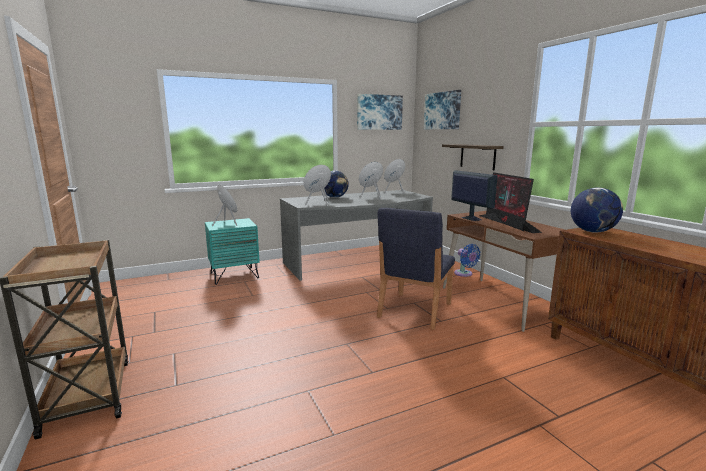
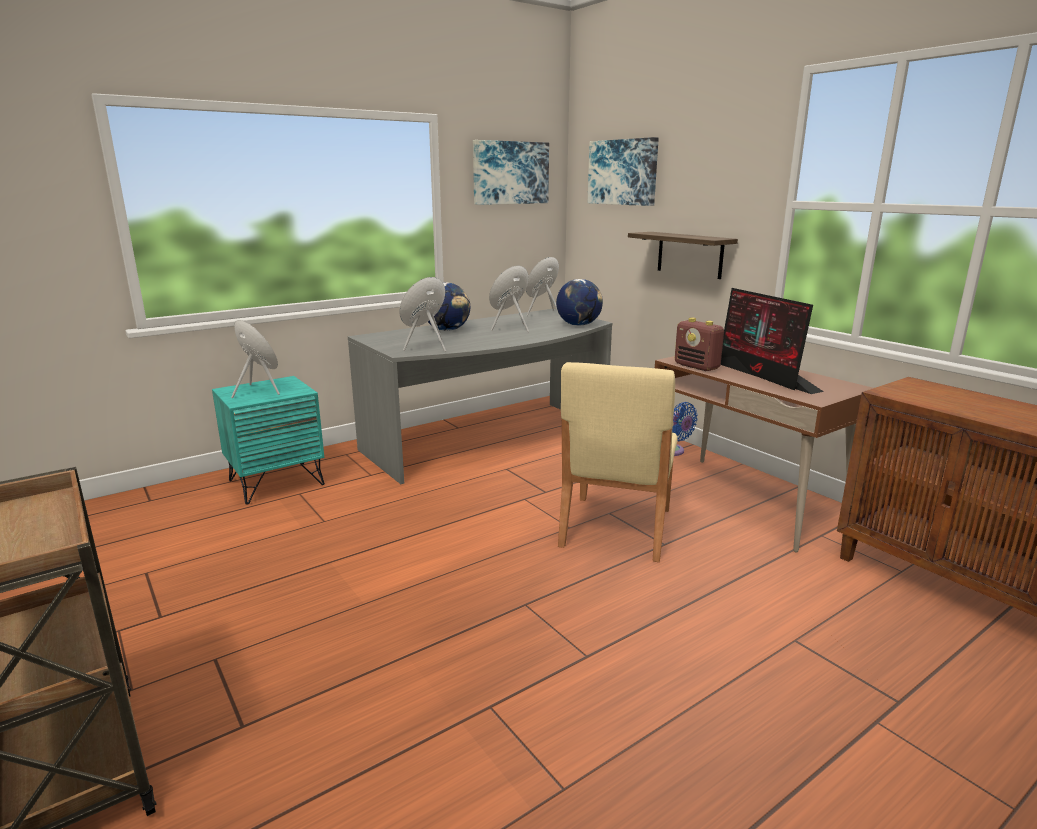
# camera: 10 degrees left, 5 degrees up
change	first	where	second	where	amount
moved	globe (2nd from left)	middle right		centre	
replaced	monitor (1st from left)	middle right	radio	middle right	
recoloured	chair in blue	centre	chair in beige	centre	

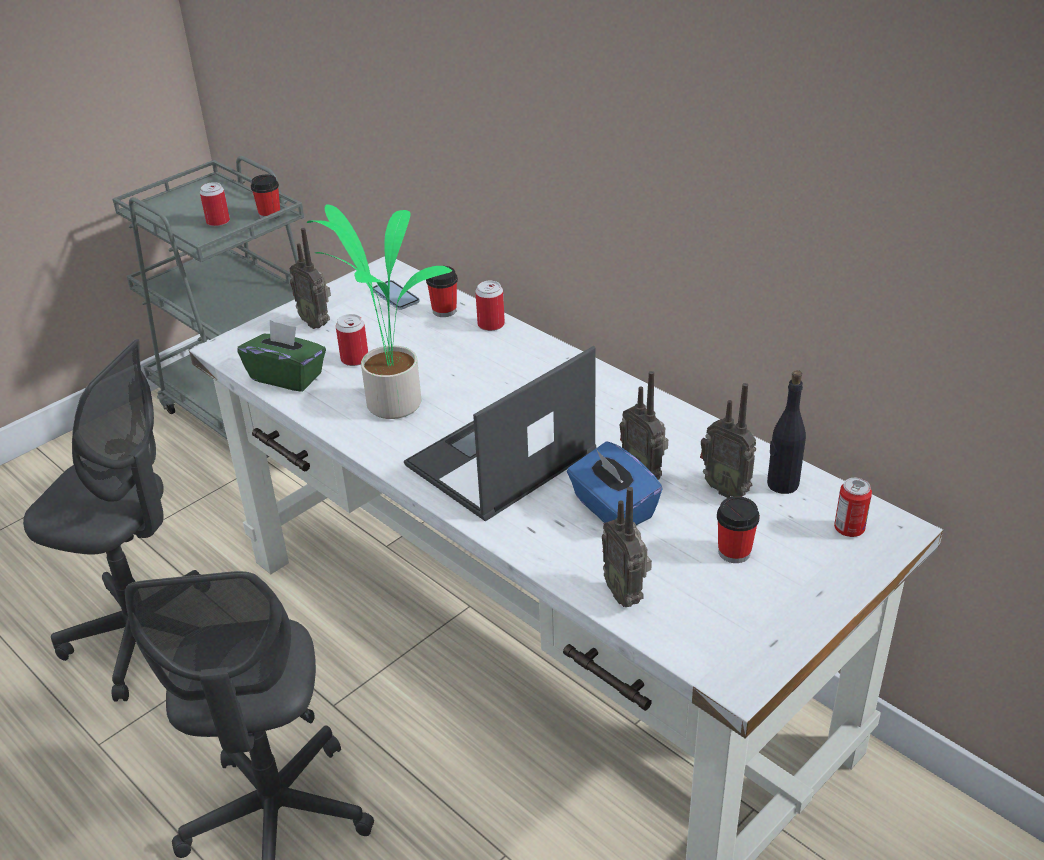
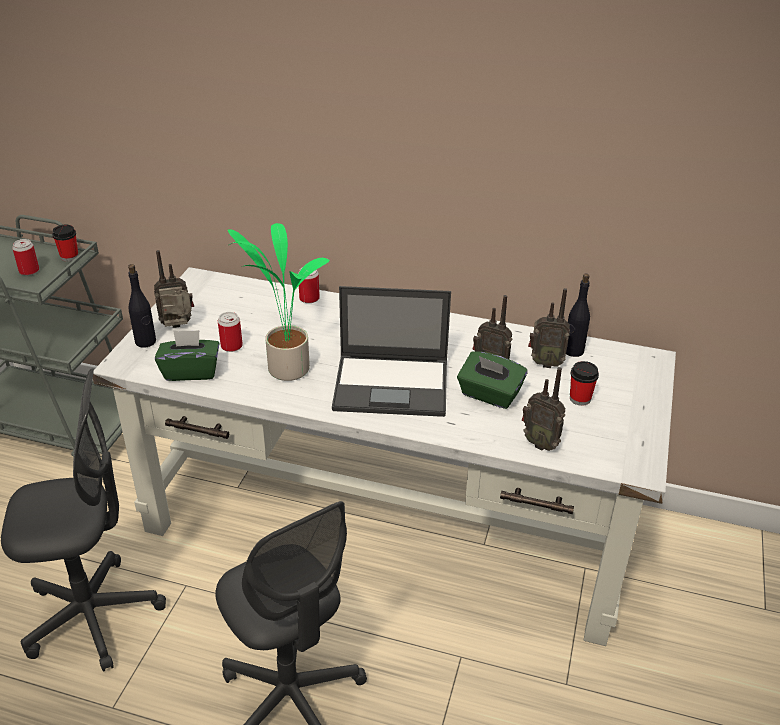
# camera: 30 degrees left, 0 degrees up
change	first	where	second	where	amount
removed	phone	centre			
removed	cup (2nd from left)	centre			
removed	can (4th from left)	middle right			
added			bottle in black (1st from left)	middle left	
recoloured	tissue box in blue	centre	tissue box in green (2nd from left)	centre	
turned	radio (1st from left)	top left		middle left	150 degrees clockwise
turned	laptop	centre		centre	105 degrees counterclockwise

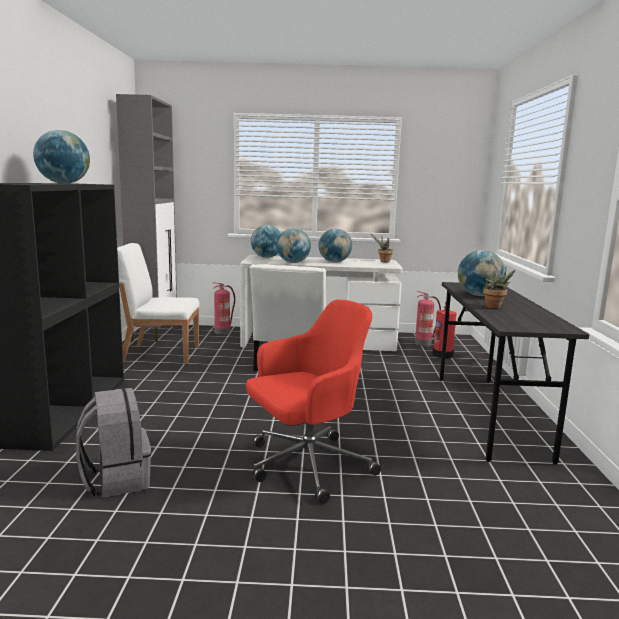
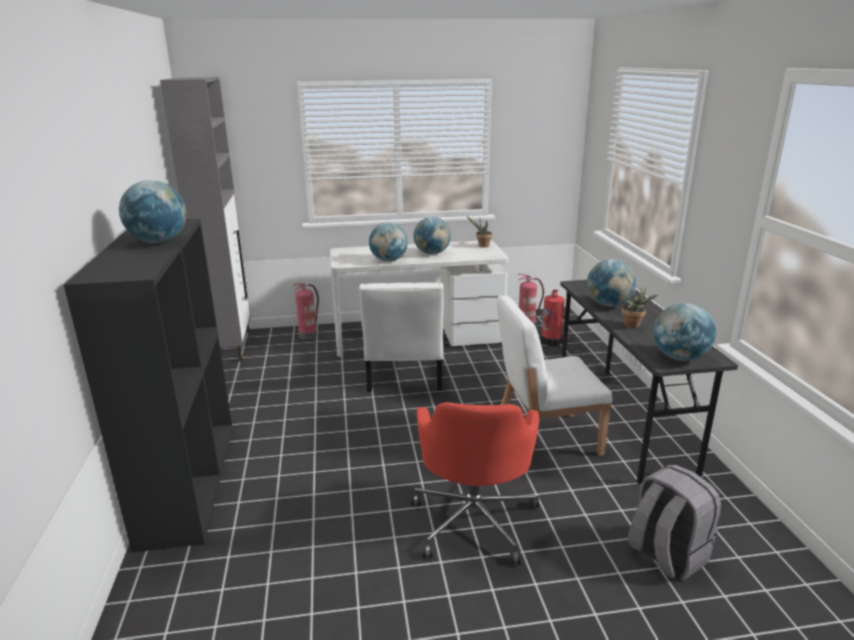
# camera: 10 degrees left, 10 degrees up
change	first	where	second	where	amount
moved	backpack in grey	bottom left		bottom right	
moved	chair in white (1st from left in the first image)	middle left	chair in white (2nd from left)	centre	
moved	globe (2nd from left in the first image)	centre	globe (5th from left)	middle right	
turned	office chair in red	centre		bottom centre	135 degrees clockwise

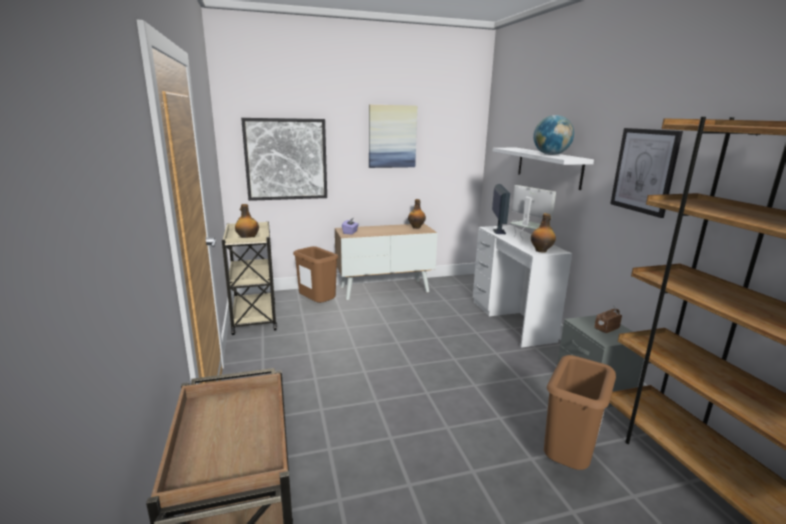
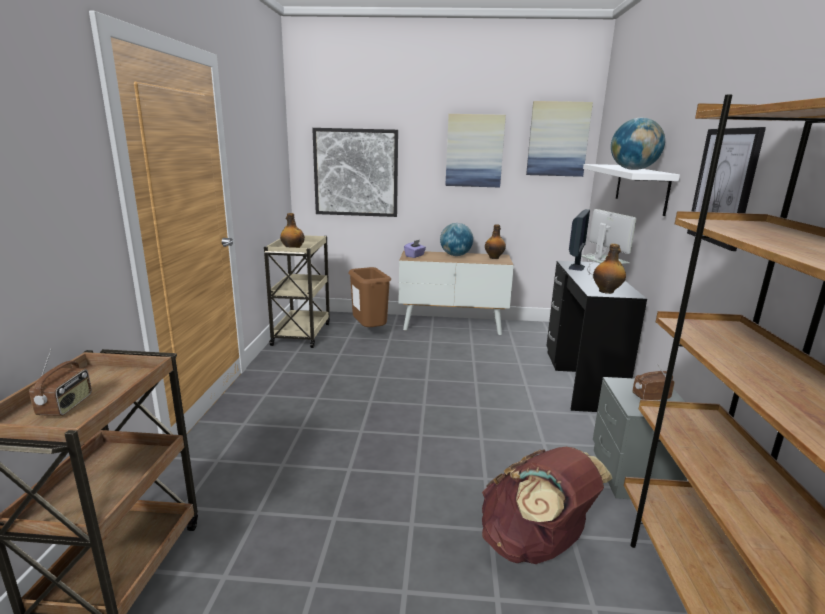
# camera: 20 degrees right, 0 degrees up
change	first	where	second	where	amount
added			radio (1st from left)	middle left	
added			globe (1st from left)	centre	
added			picture (3rd from left)	top right	
replaced	trash can in brown (2nd from left)	bottom right	backpack in brown	bottom centre	
recoloured	desk in white	centre	desk in black	middle right	

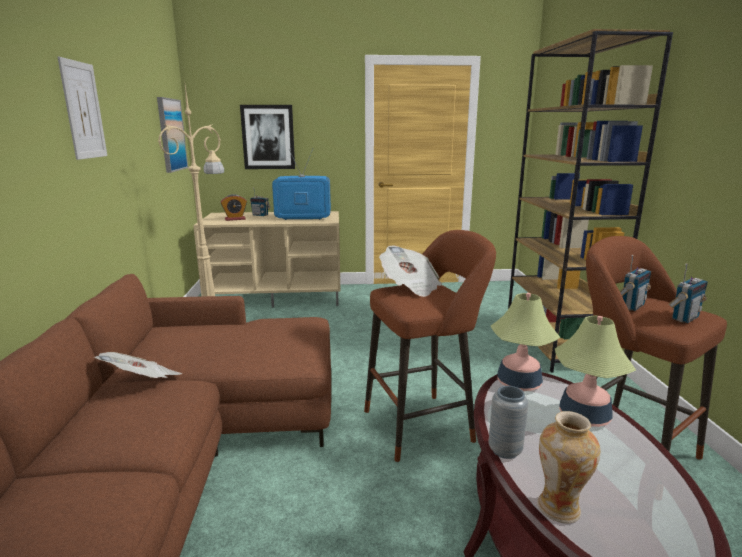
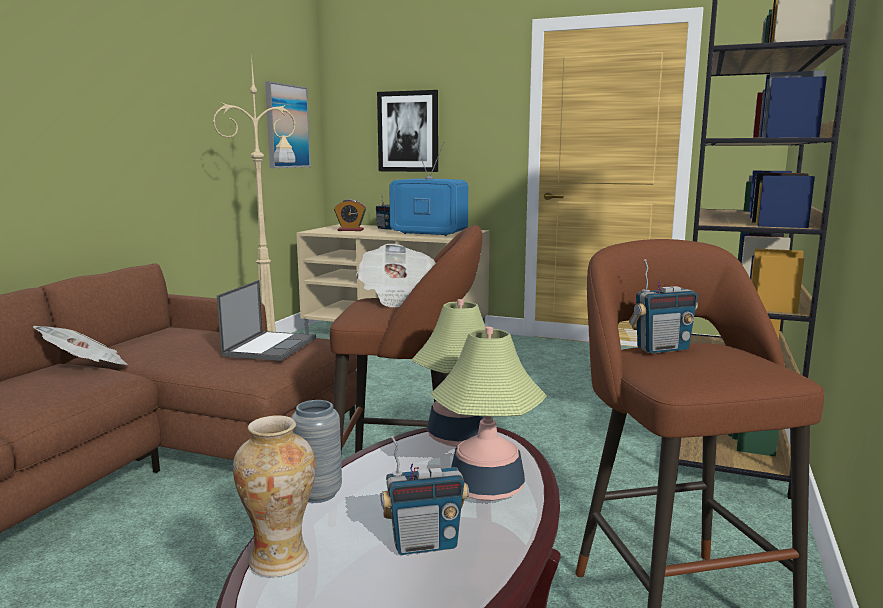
# camera: 25 degrees right, 5 degrees down
change	first	where	second	where	amount
removed	picture (1st from left)	top left			
added			laptop	middle left	
moved	radio (3rd from left in the first image)	middle right	radio (2nd from left)	bottom centre	

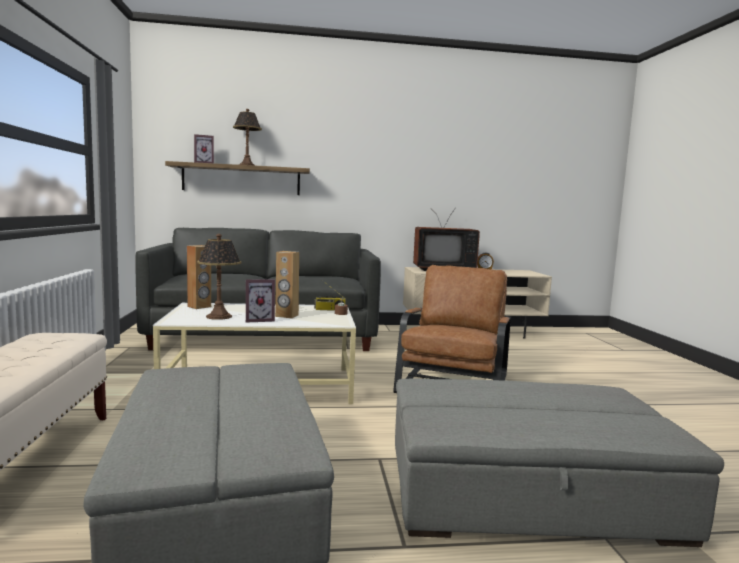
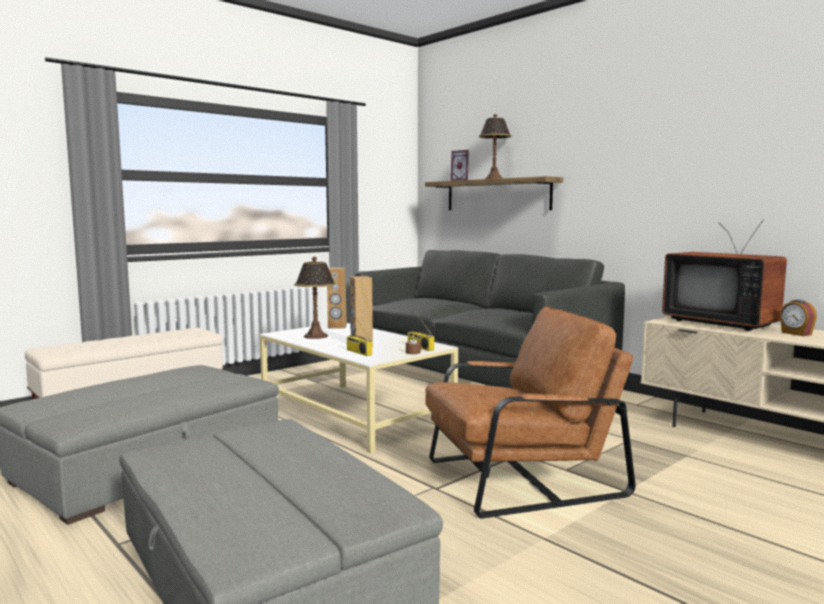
# camera: 55 degrees right, 0 degrees up
change	first	where	second	where	amount
removed	picture frame (2nd from left)	centre			
added			radio (1st from left)	centre	

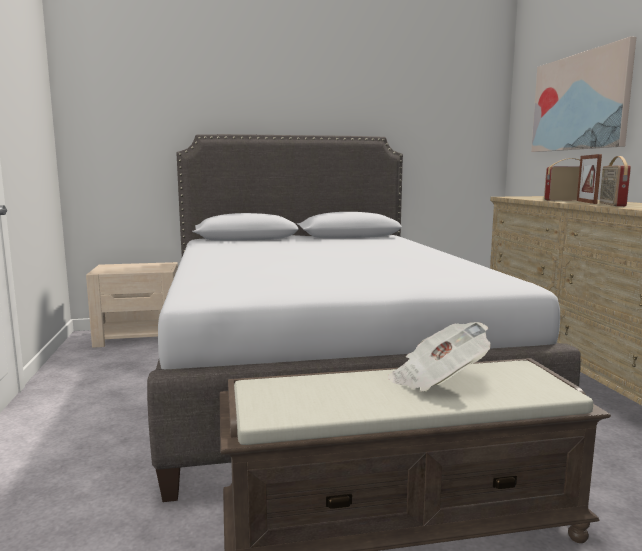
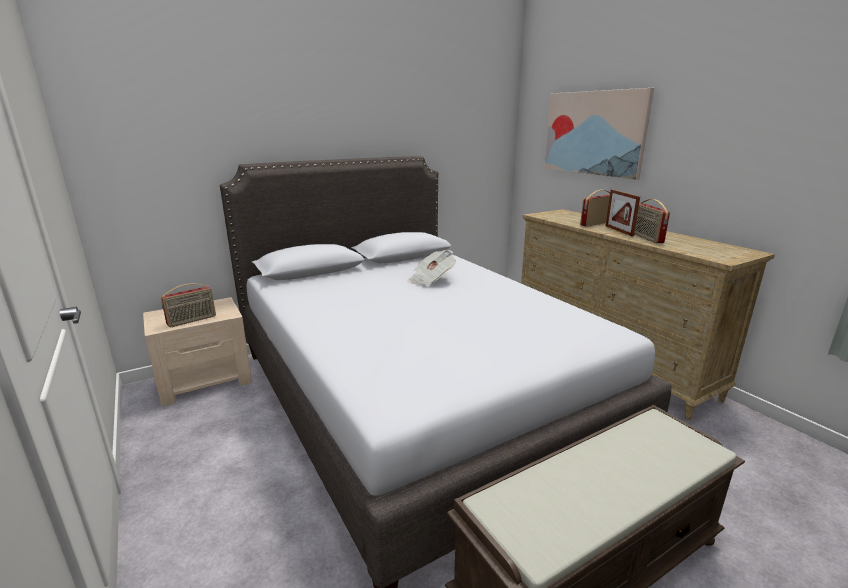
# camera: 20 degrees left, 10 degrees up
change	first	where	second	where	amount
added			radio (1st from left)	middle left	
moved	newspaper	middle right		centre	

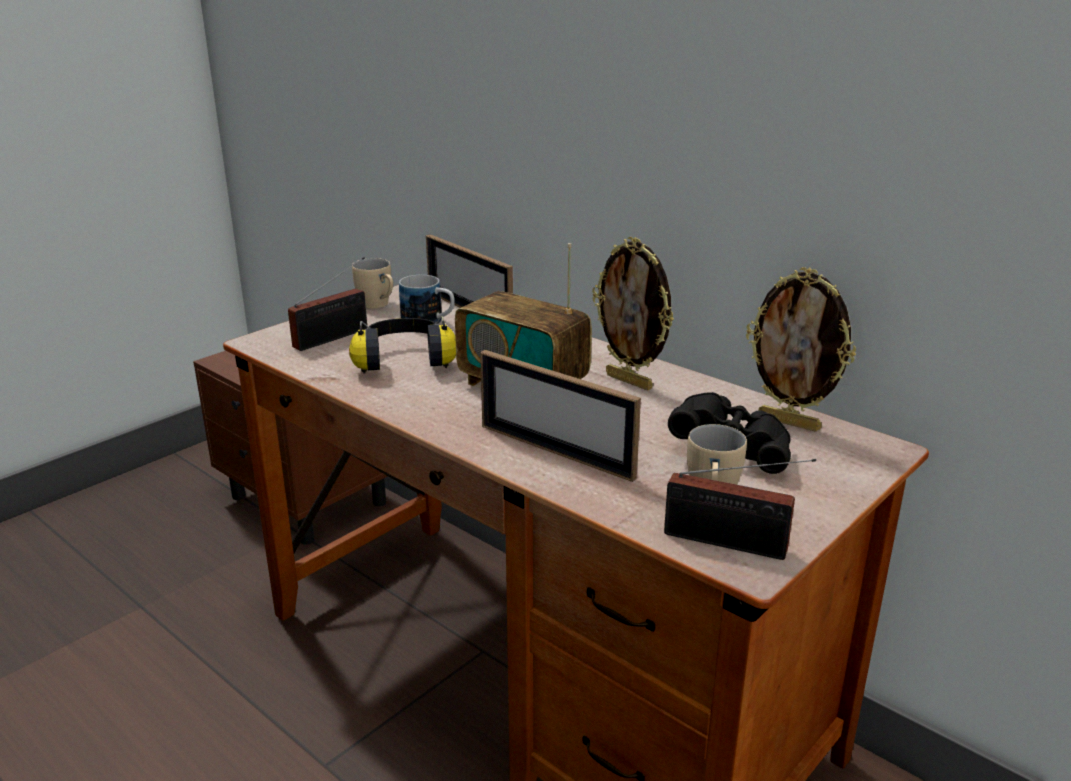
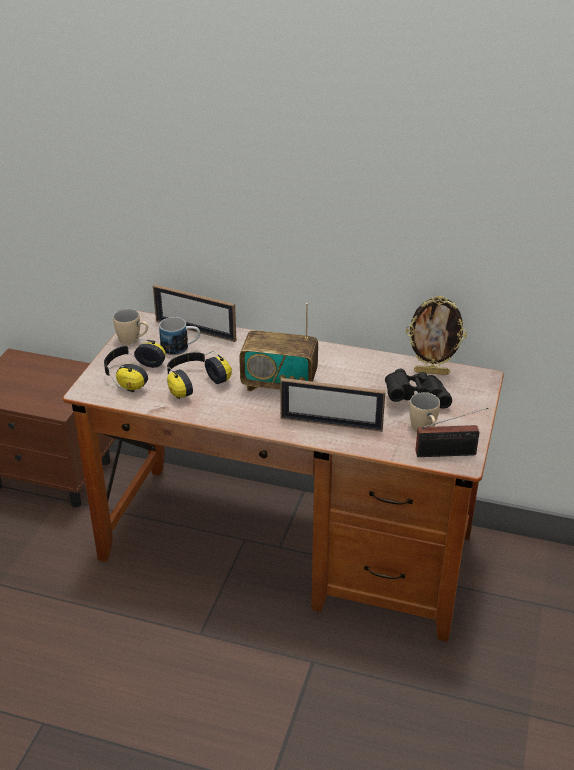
# camera: 25 degrees left, 10 degrees up
change	first	where	second	where	amount
removed	picture frame (3rd from left)	centre			
replaced	radio (1st from left)	middle left	headphones (1st from left)	middle left	

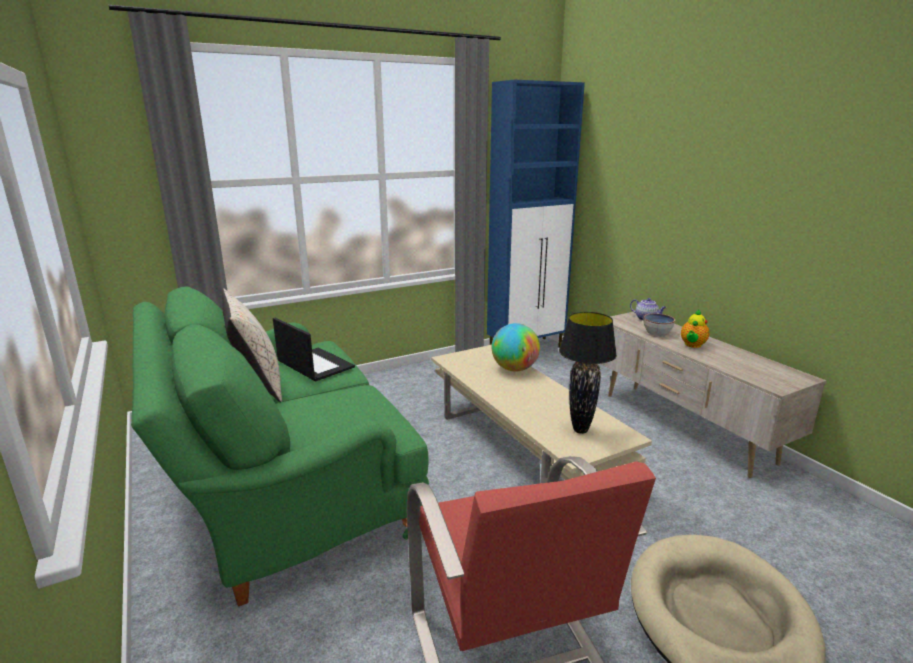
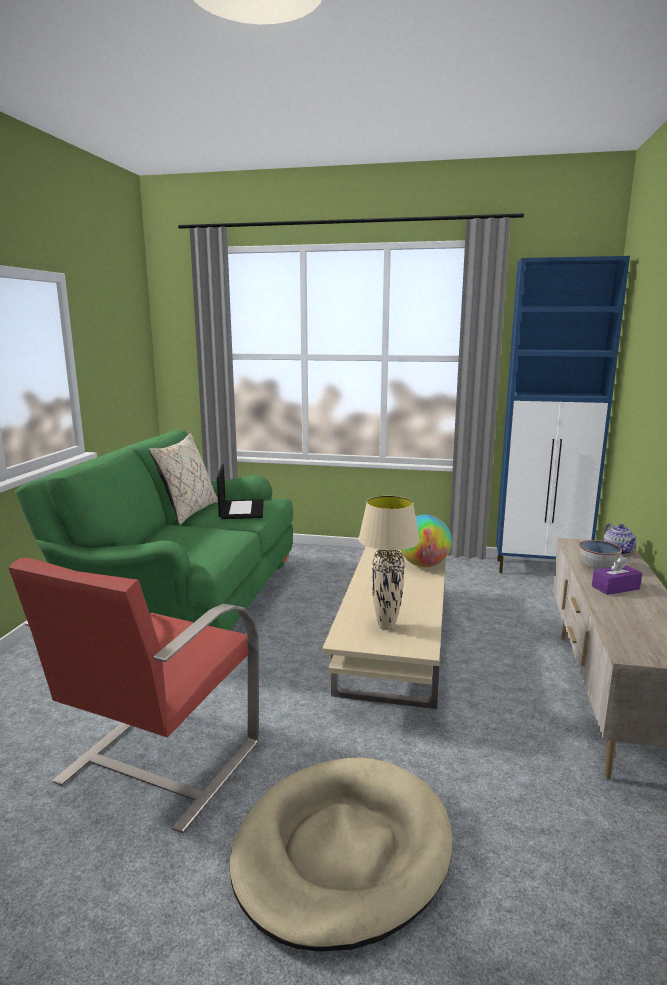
# camera: 40 degrees right, 5 degrees down
change	first	where	second	where	amount
replaced	teapot (2nd from left)	middle right	tissue box in purple	middle right	
recoloured	table lamp in black	centre	table lamp in beige	centre	

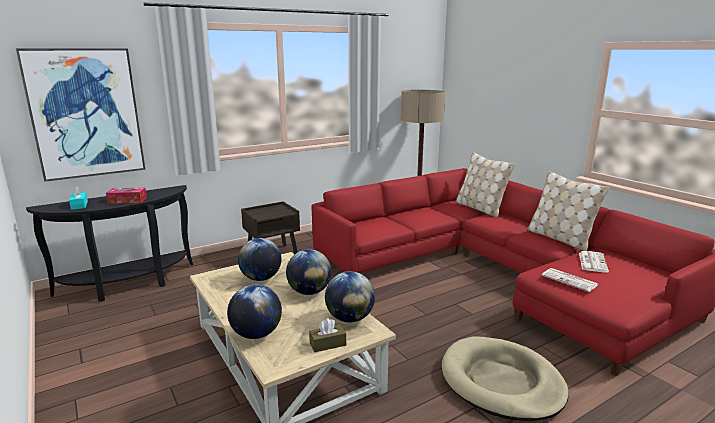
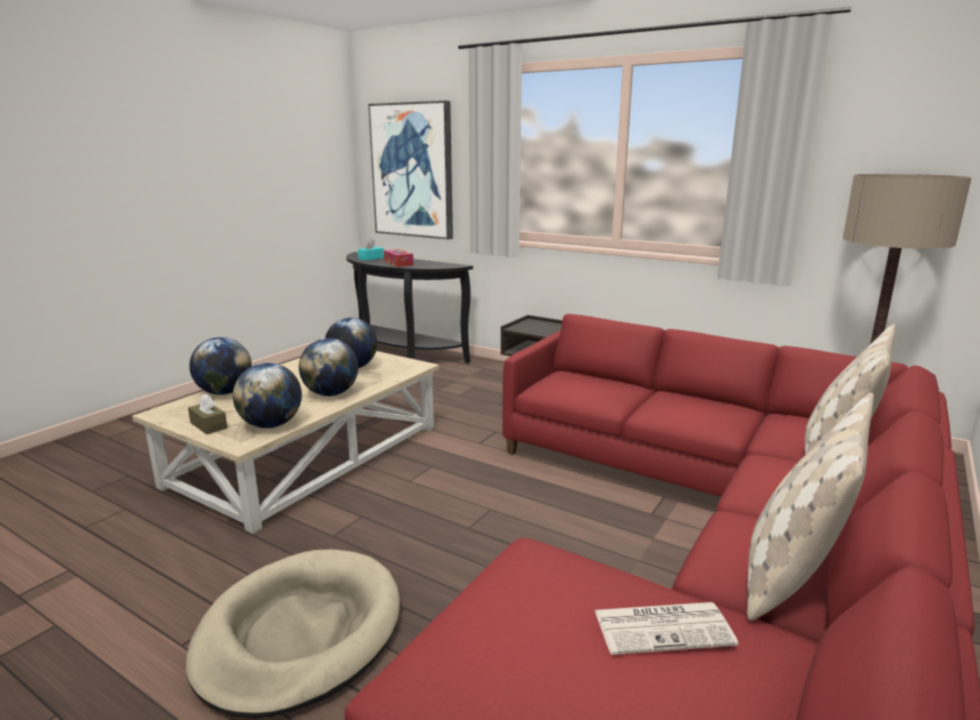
# camera: 65 degrees right, 0 degrees up
change	first	where	second	where	amount
removed	newspaper (1st from left)	middle right			

